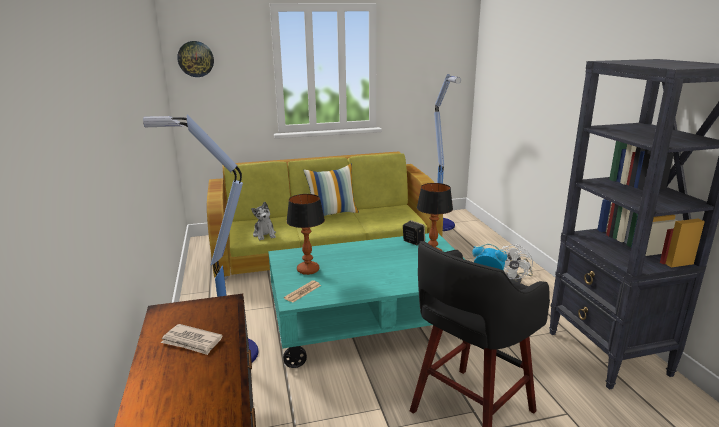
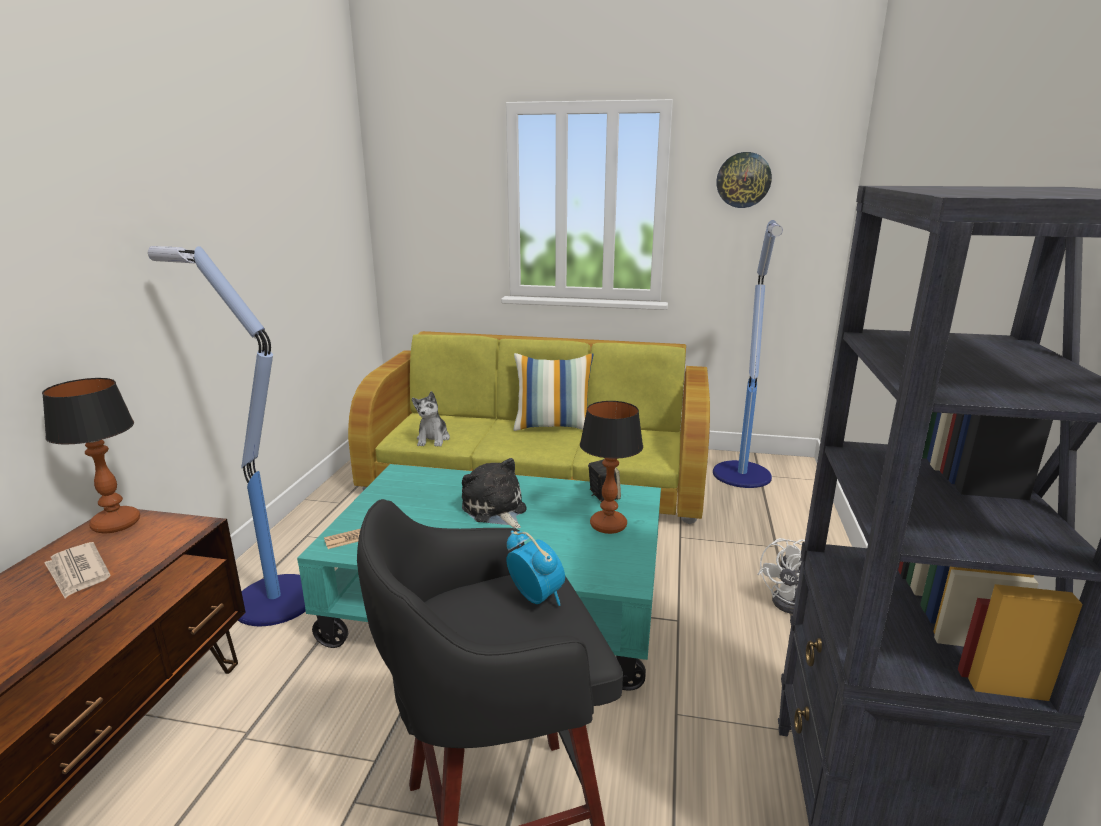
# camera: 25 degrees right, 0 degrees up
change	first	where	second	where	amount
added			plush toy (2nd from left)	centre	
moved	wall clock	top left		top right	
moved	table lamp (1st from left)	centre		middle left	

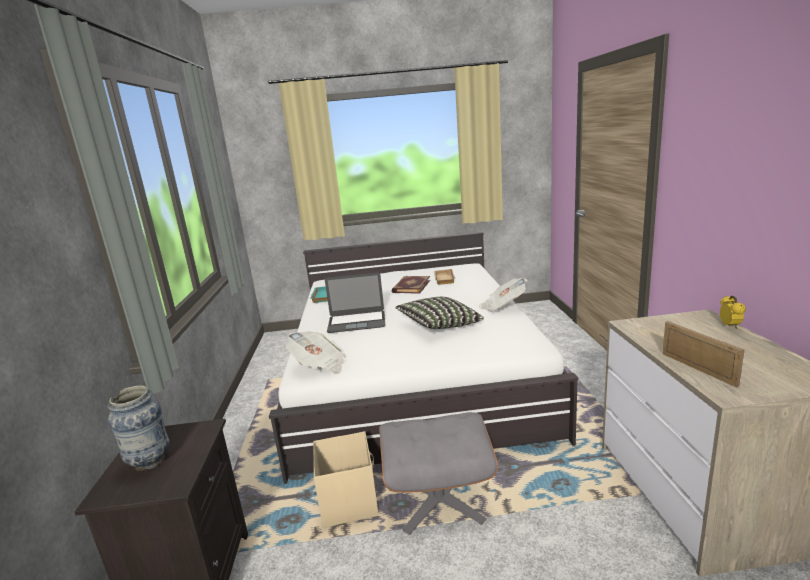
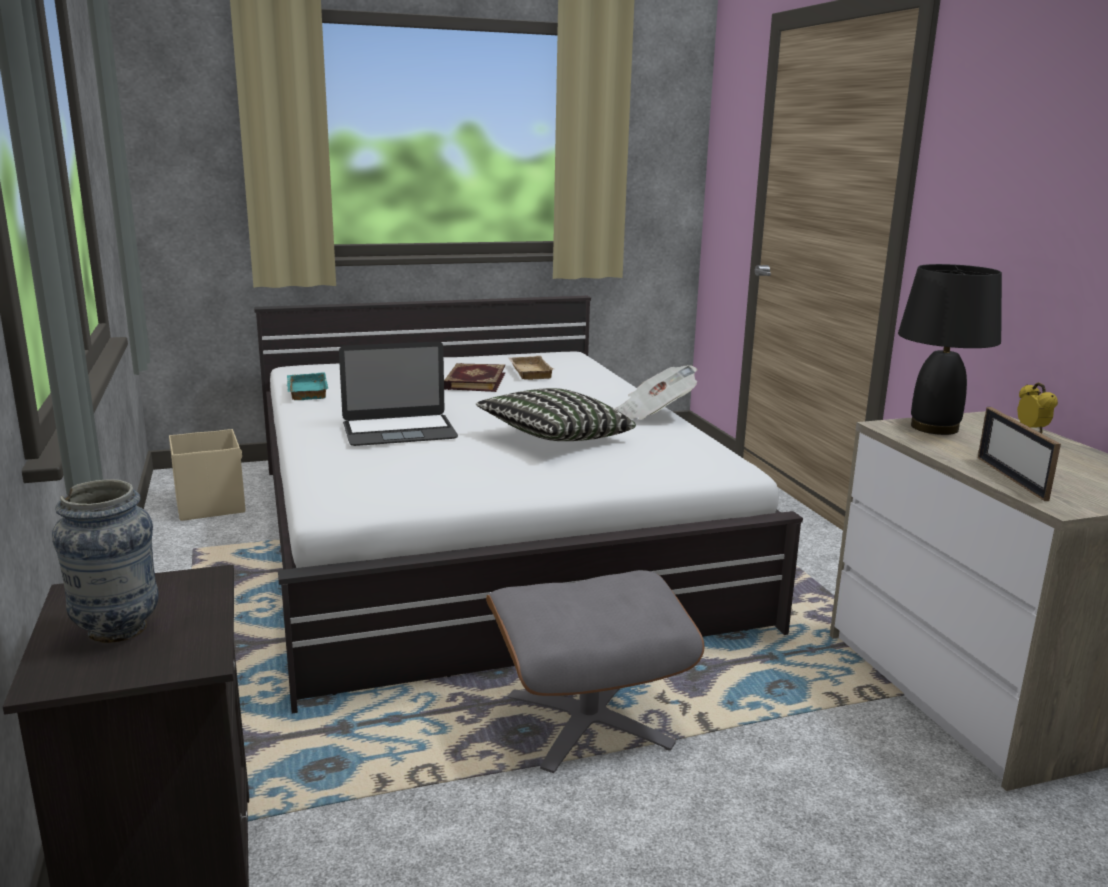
# camera: 15 degrees left, 0 degrees up
change	first	where	second	where	amount
removed	newspaper (1st from left)	centre			
added			table lamp in black	middle right	
moved	storage box in beige	bottom centre		middle left	
turned	picture frame	middle right		middle right	150 degrees counterclockwise

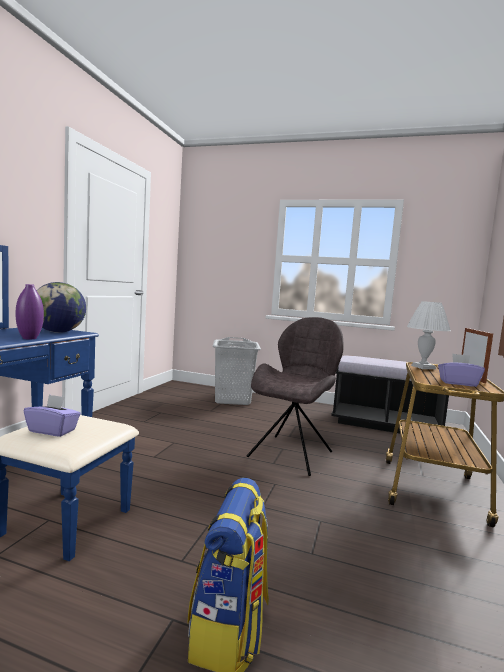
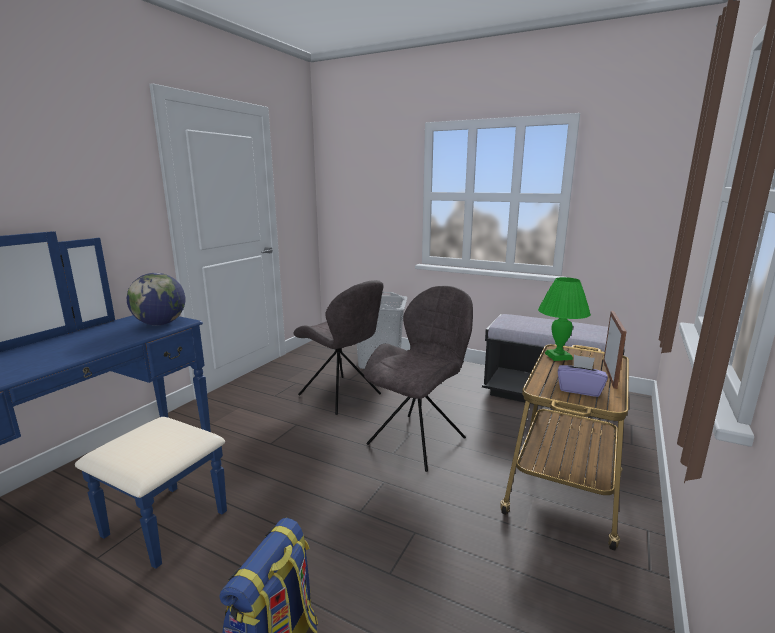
# camera: 10 degrees right, 10 degrees up
change	first	where	second	where	amount
removed	vase in purple	middle left			
removed	tissue box in purple (1st from left)	middle left			
added			chair in grey (1st from left)	centre	
recoloured	table lamp in white	middle right	table lamp in green	middle right	

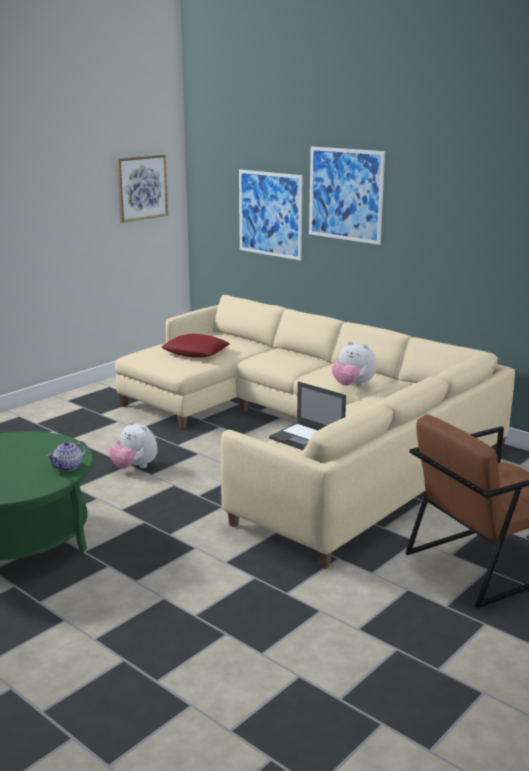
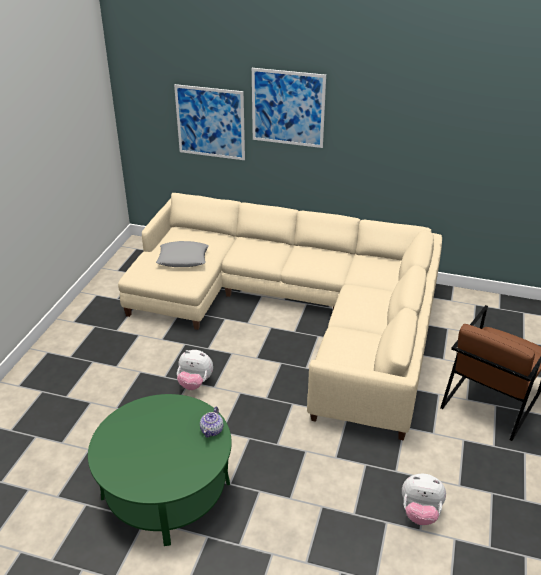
# camera: 25 degrees left, 15 degrees up
change	first	where	second	where	amount
removed	picture (1st from left)	top left			
removed	laptop	centre			
moved	plush toy (2nd from left)	middle right		bottom right	
recoloured	pillow in red	centre	pillow in grey	centre	

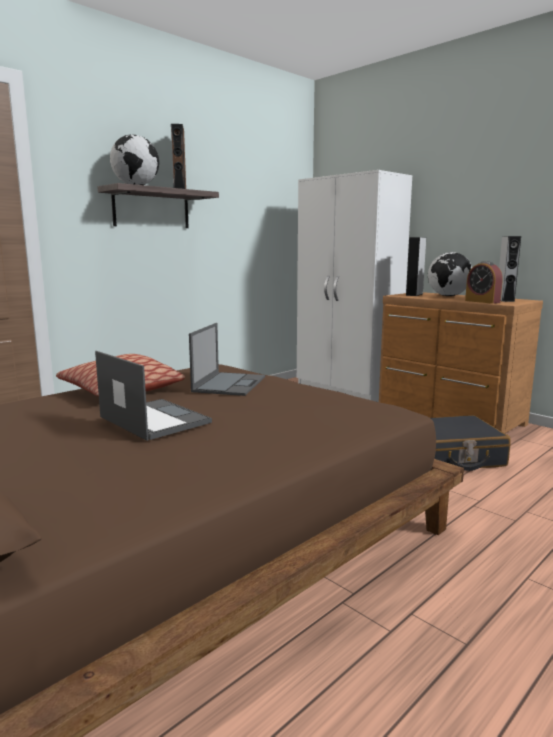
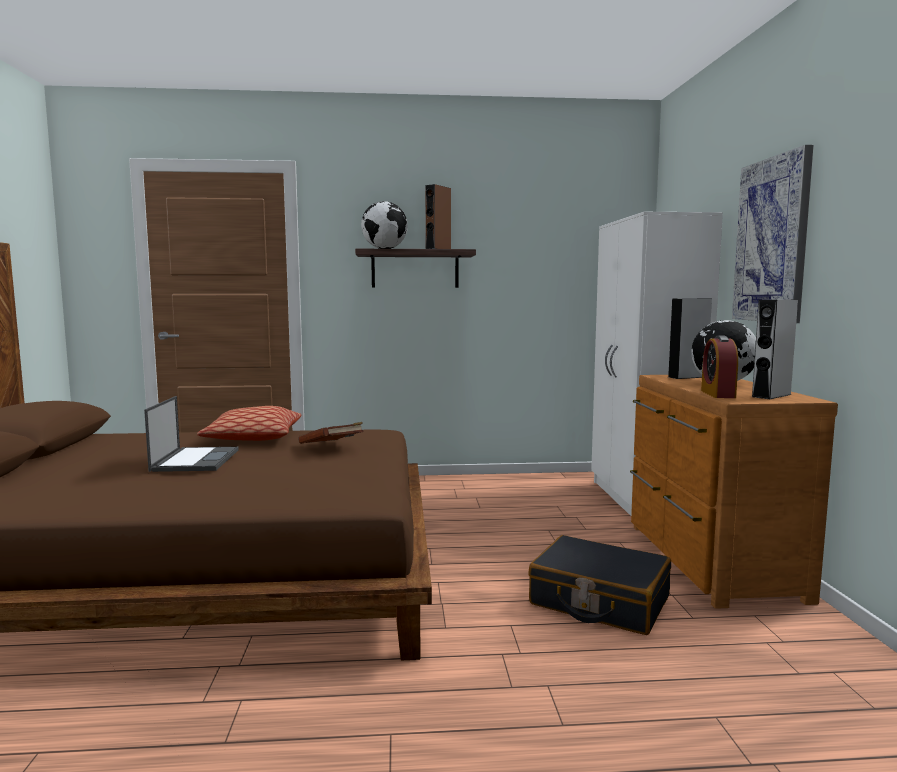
# camera: 40 degrees right, 5 degrees down
change	first	where	second	where	amount
added			picture	top right	
replaced	laptop (2nd from left)	centre	book in brown	centre	

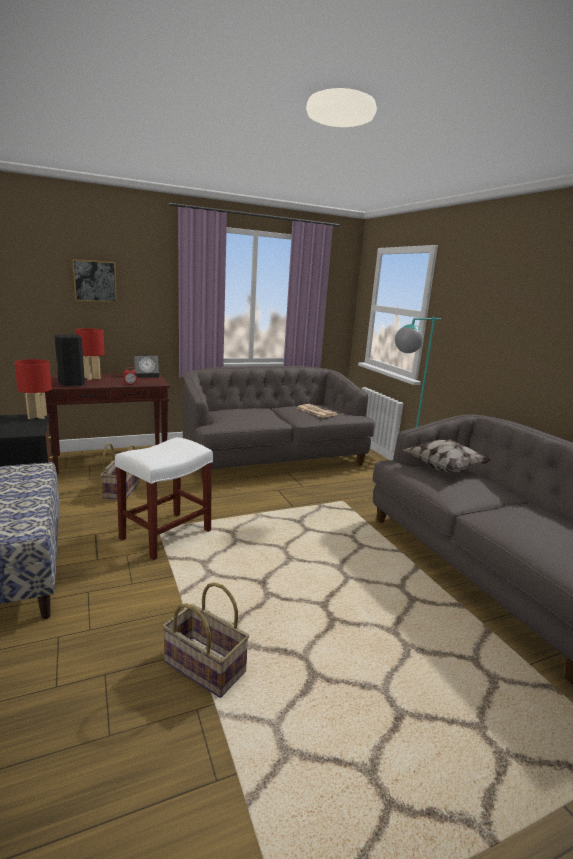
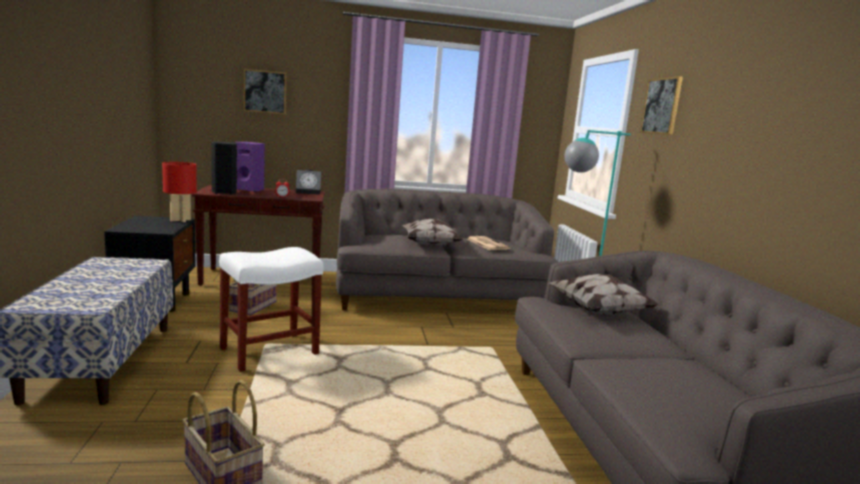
# camera: 15 degrees right, 5 degrees down
change	first	where	second	where	amount
added			pillow (1st from left)	centre	
added			picture (2nd from left)	top right	
replaced	table lamp in red (2nd from left)	middle left	speaker in purple	middle left	

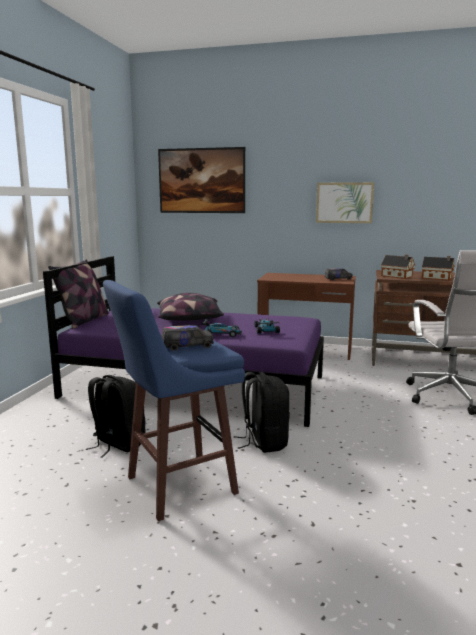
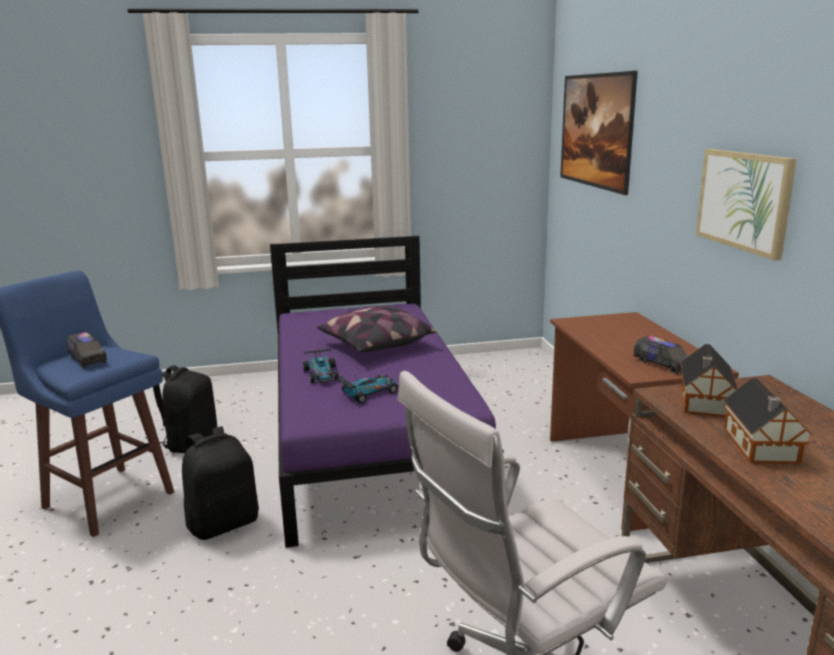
# camera: 65 degrees right, 5 degrees up
change	first	where	second	where	amount
removed	pillow (1st from left)	middle left			

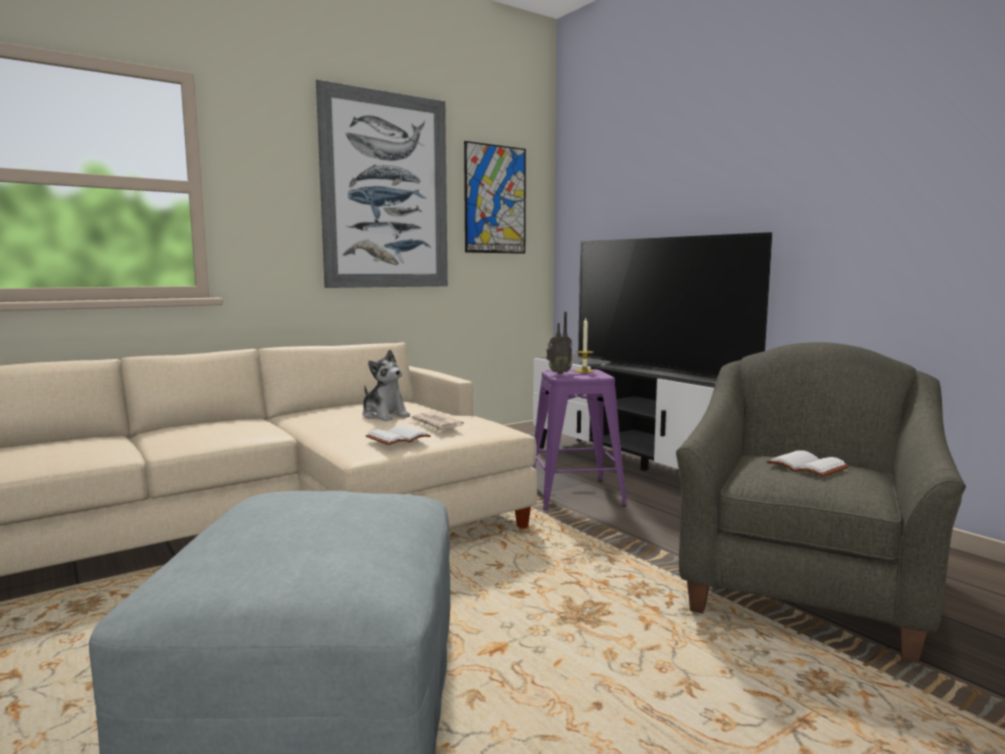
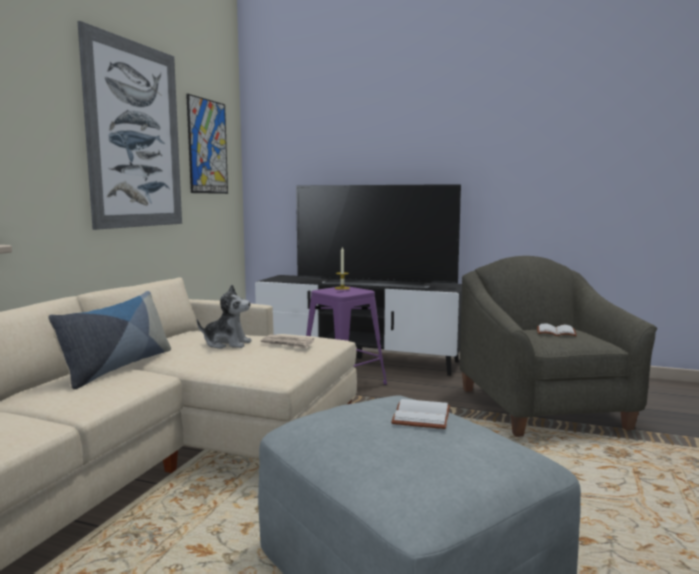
# camera: 35 degrees left, 0 degrees up
change	first	where	second	where	amount
removed	radio	centre			
added			pillow	middle left	
moved	book in white (1st from left)	centre		bottom centre	

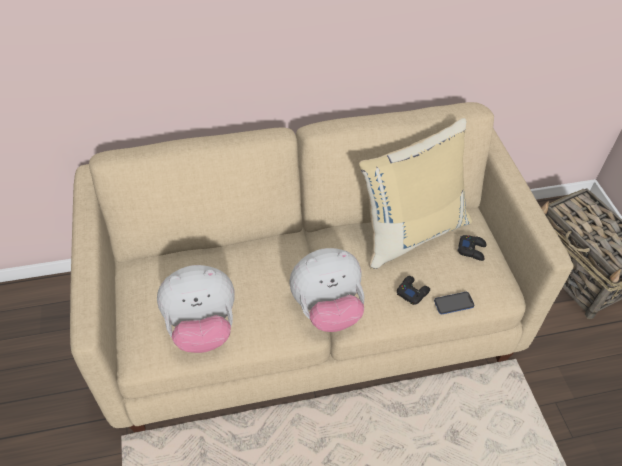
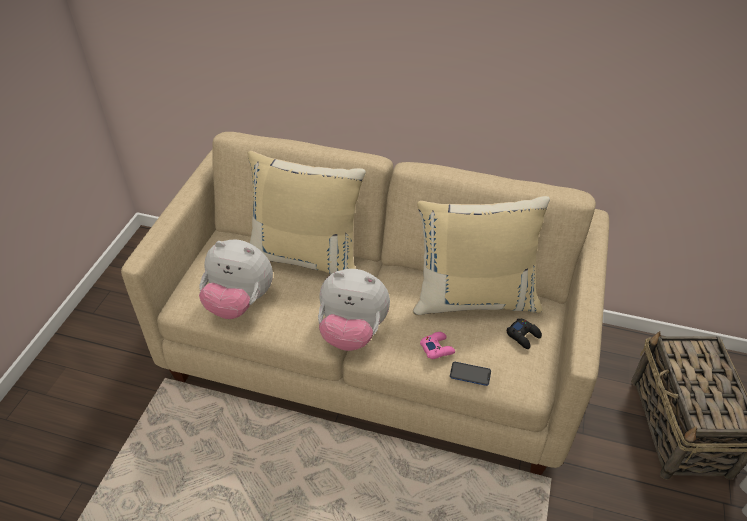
# camera: 30 degrees right, 5 degrees down
change	first	where	second	where	amount
added			pillow in beige (1st from left)	centre	
recoloured	game controller in black (1st from left)	centre	game controller in pink	centre	

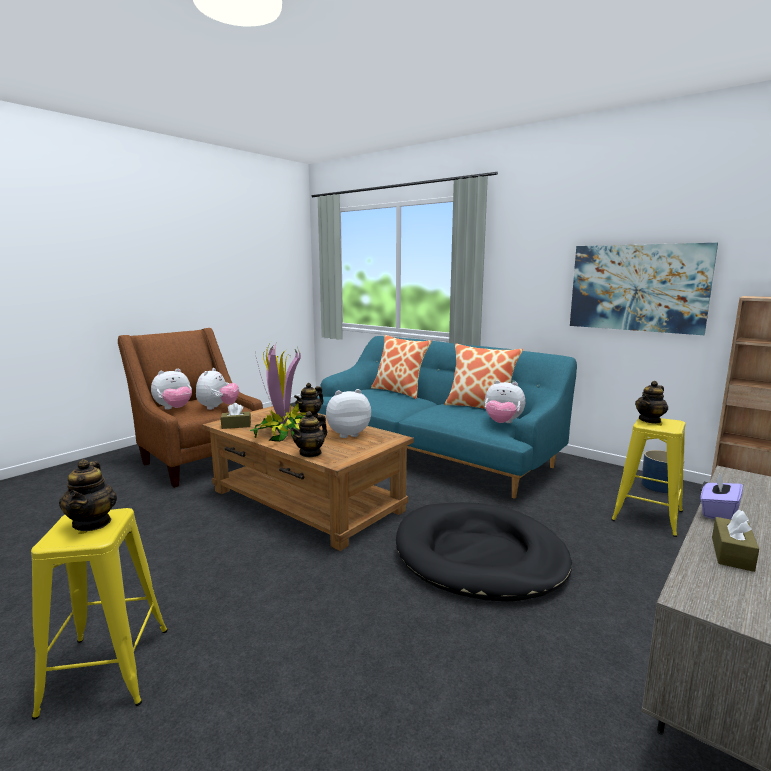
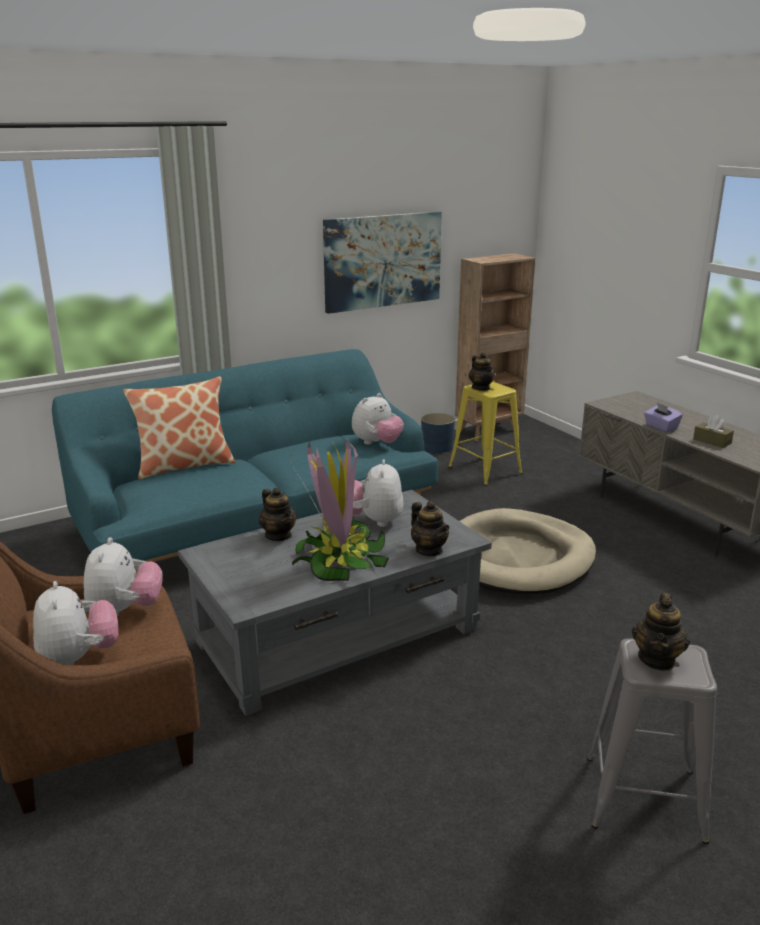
# camera: 70 degrees left, 10 degrees up
change	first	where	second	where	amount
removed	tissue box in brown (1st from left)	middle left			
removed	pillow (2nd from left)	centre			
recoloured	stool in yellow (1st from left)	bottom left	stool in grey	bottom right	
recoloured	coffee table in brown	centre	coffee table in grey	centre	
recoloured	dog bed in black	bottom centre	dog bed in beige	middle right	
turned	teapot (1st from left in the first image)	middle left	teapot (4th from left)	bottom right	105 degrees clockwise
turned	plush toy (2nd from left)	middle left		middle left	60 degrees clockwise

